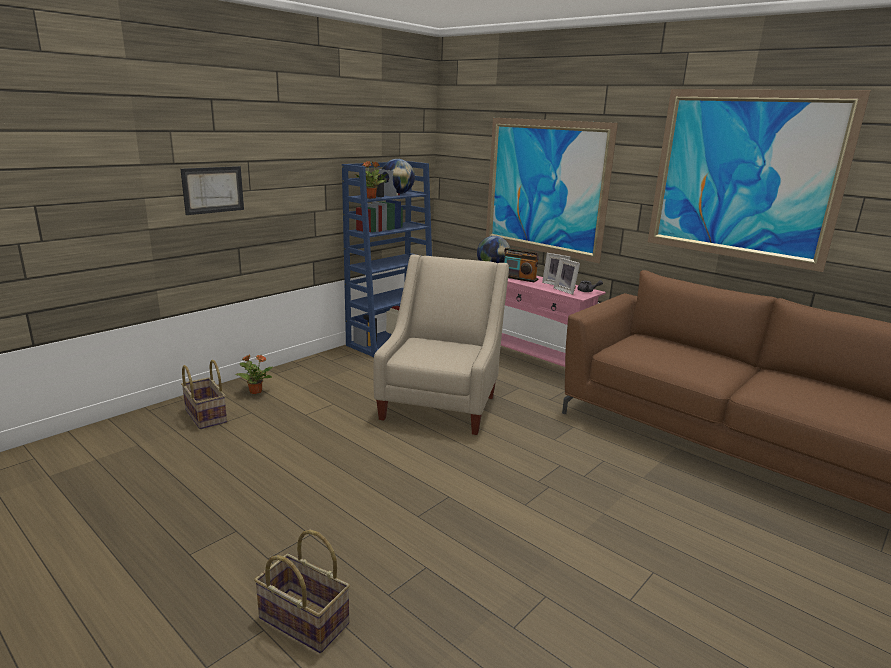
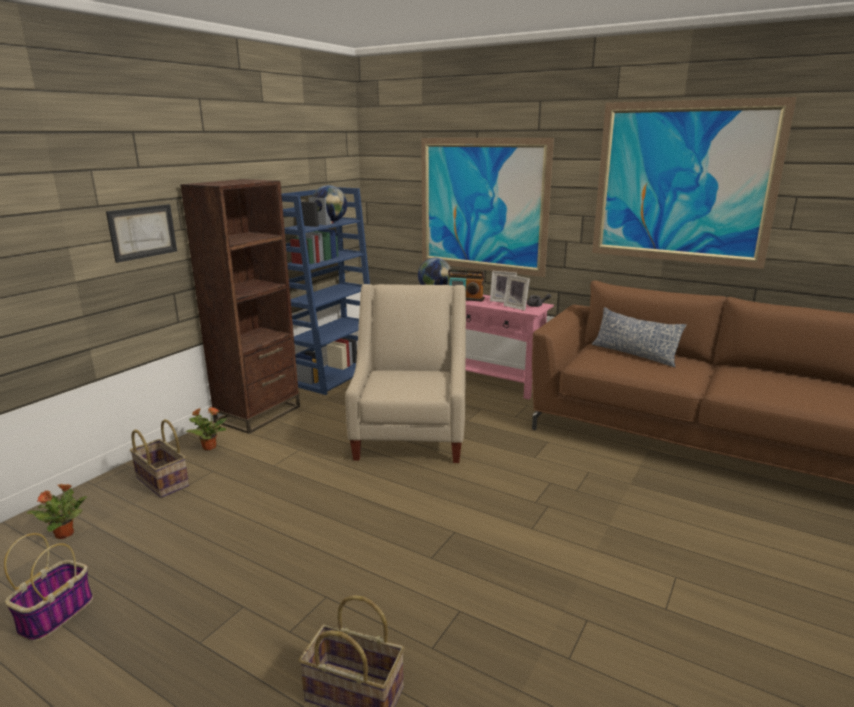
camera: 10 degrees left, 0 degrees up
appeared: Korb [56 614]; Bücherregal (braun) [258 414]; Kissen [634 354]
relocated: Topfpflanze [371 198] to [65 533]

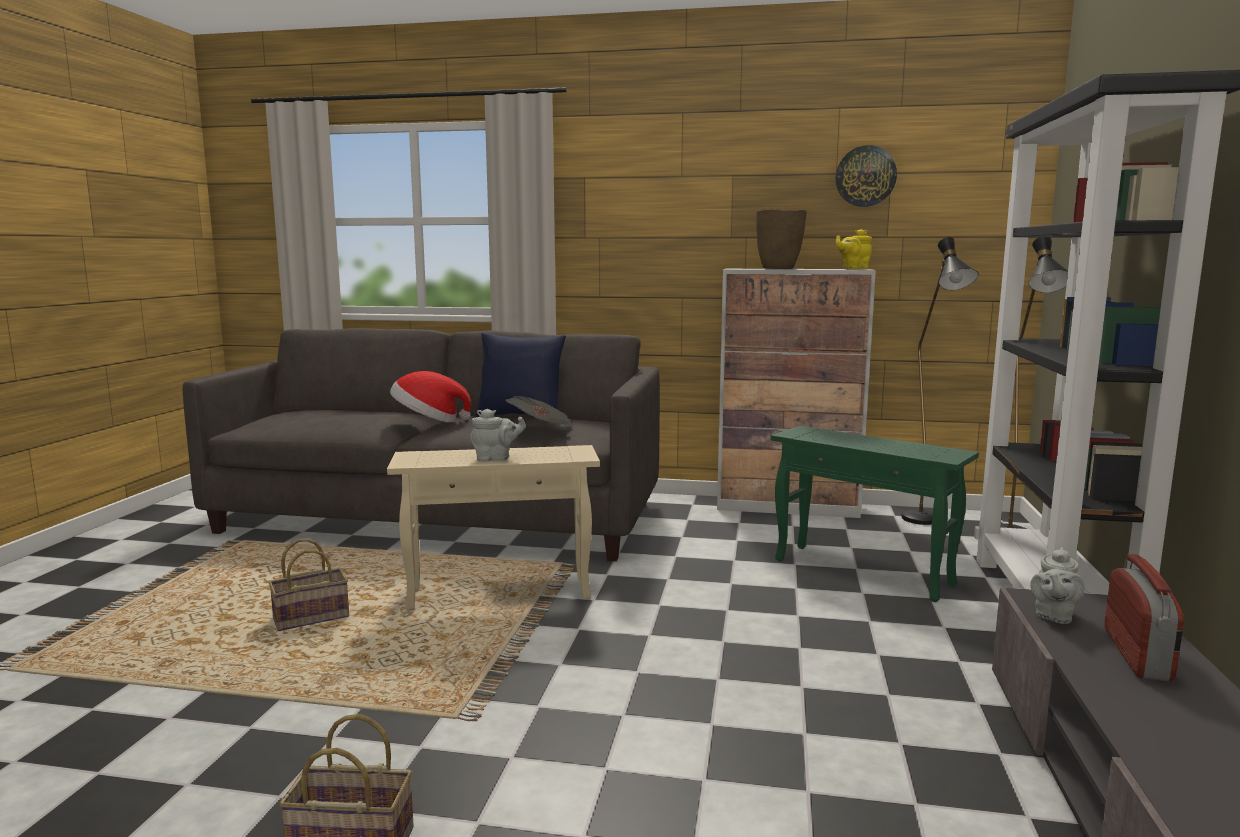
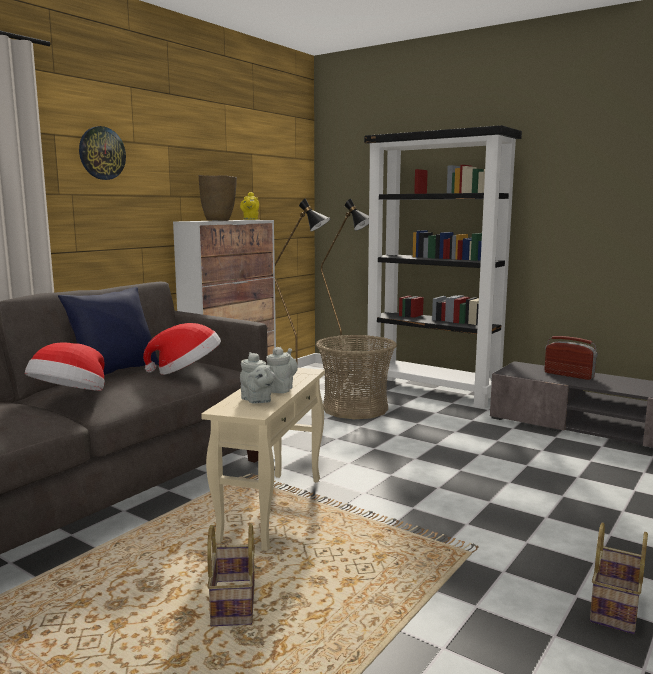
camera: 65 degrees left, 0 degrees up
relocated: Wanduhr [865 176] to [102 153]; Teekanne (grau) [1053 616] to [257 400]
exchanged: Zeitung [542 429] to Hut [186 371]; Beistelltisch (grün) [862 572] to Korb [355 408]

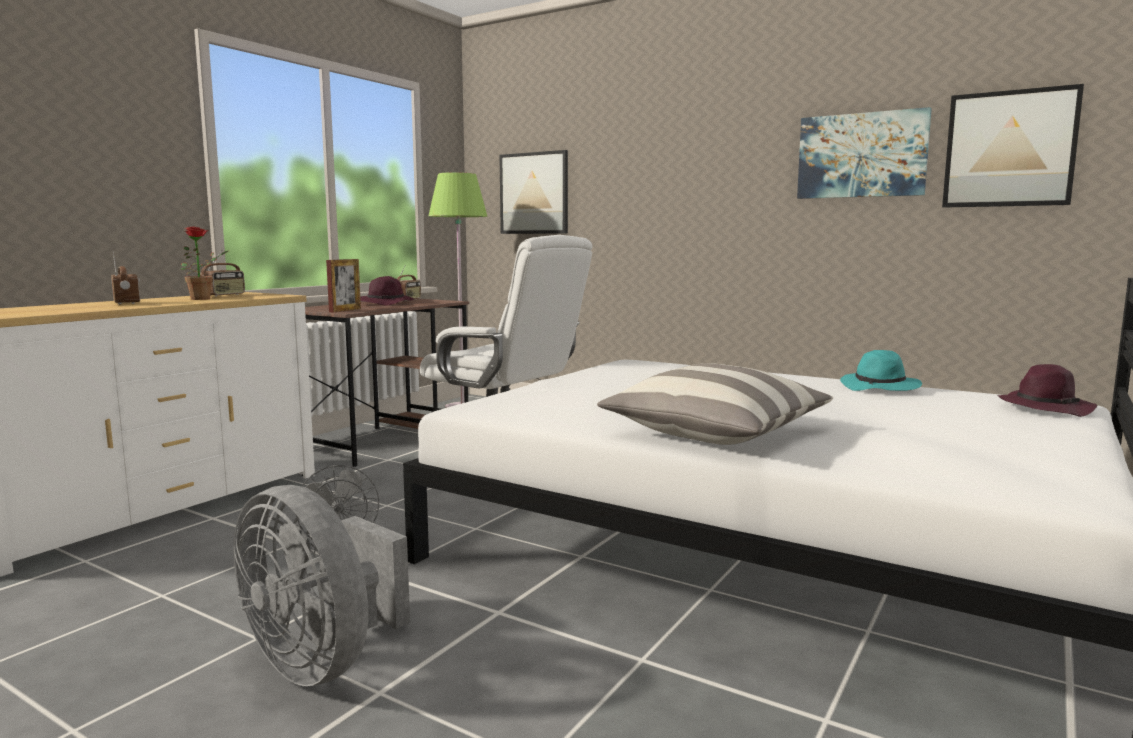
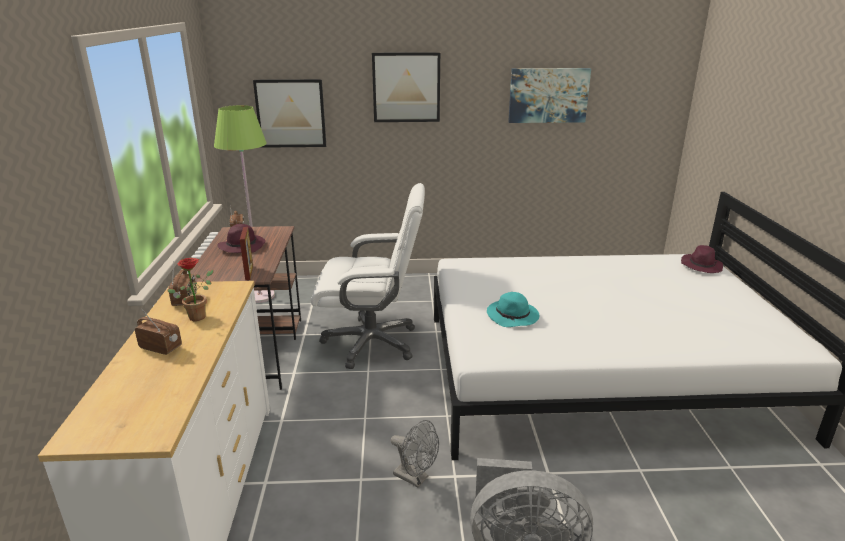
camera: 35 degrees left, 15 degrees up
missing: Kissen [716 433]
relocated: Hut (türkis) [880 388] to [513 317]; Bild [1009 149] to [406 87]

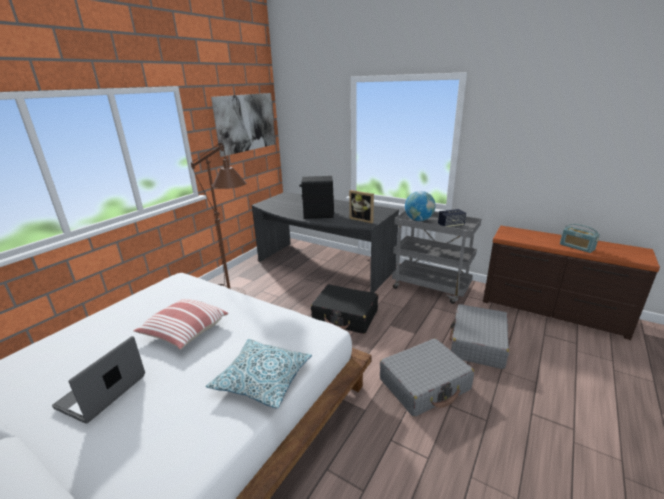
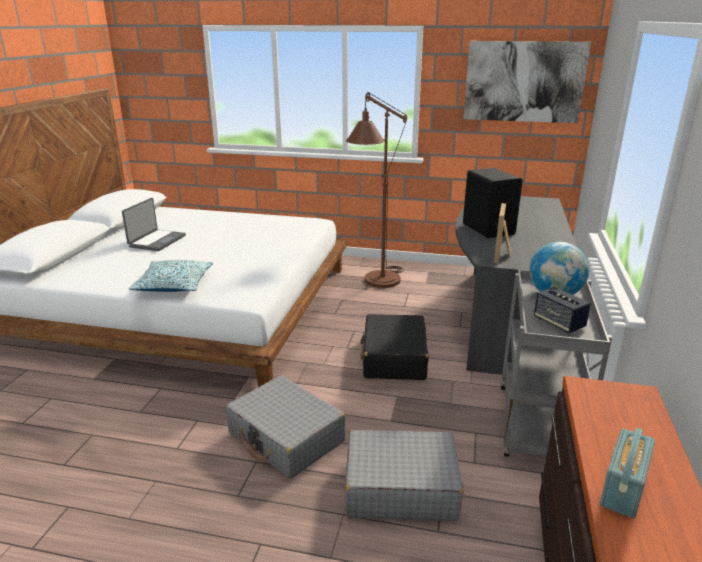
camera: 70 degrees right, 0 degrees up
missing: Kissen [184 332]
spun: Laptop [103 392] = [156 241] 105 degrees clockwise

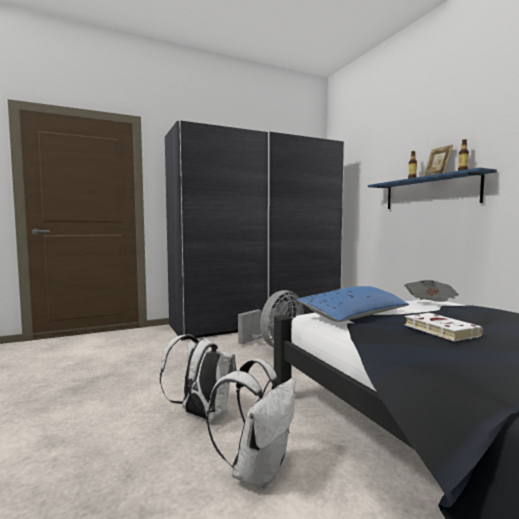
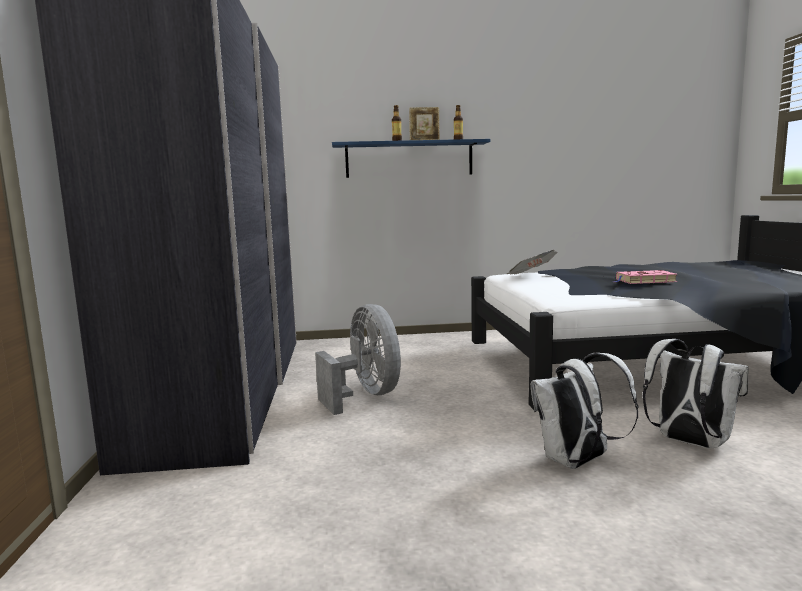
camera: 70 degrees left, 5 degrees up
missing: Kissen (blau) [354 315]
colour: Buch (weiß) [438 330] to Buch (rosa) [644 281]

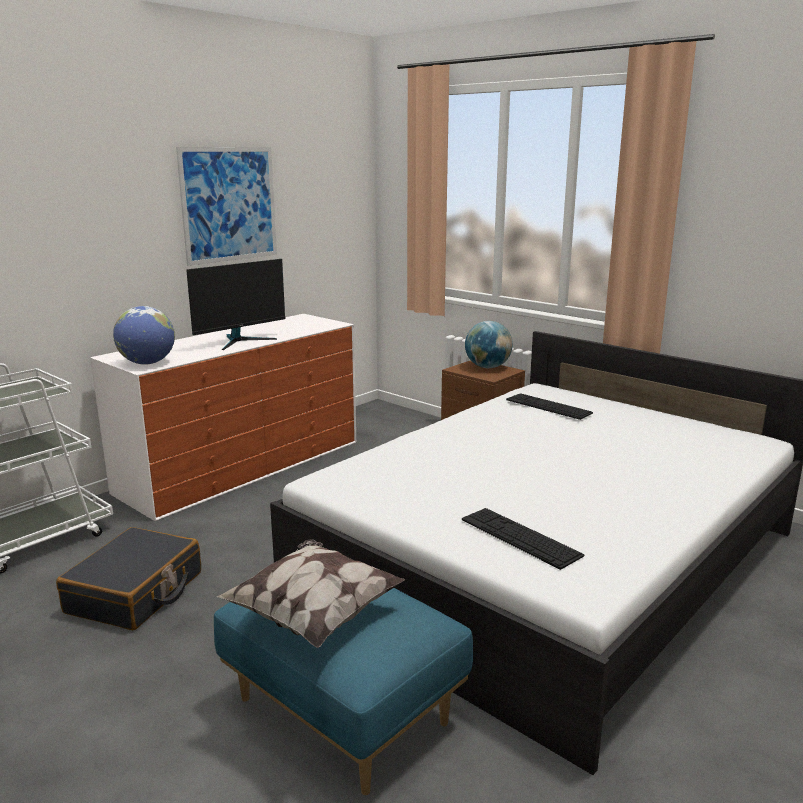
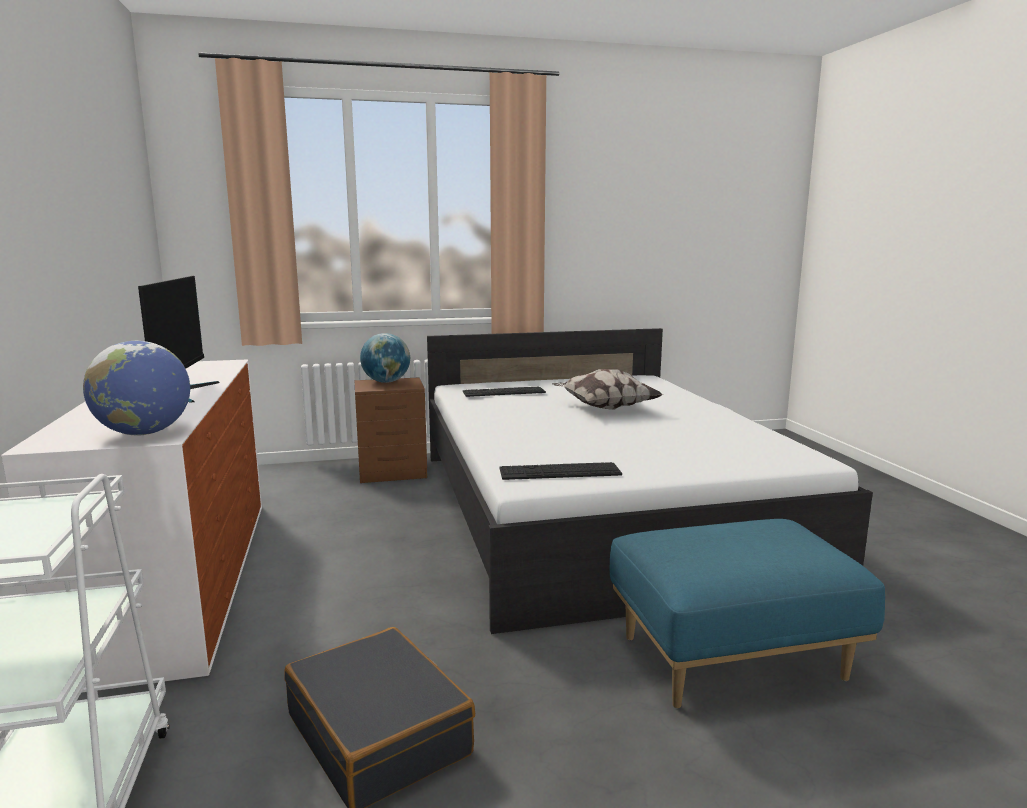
camera: 55 degrees left, 5 degrees down
missing: Bild [229 204]
relocated: Kissen [314 614] to [604 408]; Tastatur [520 537] to [559 471]

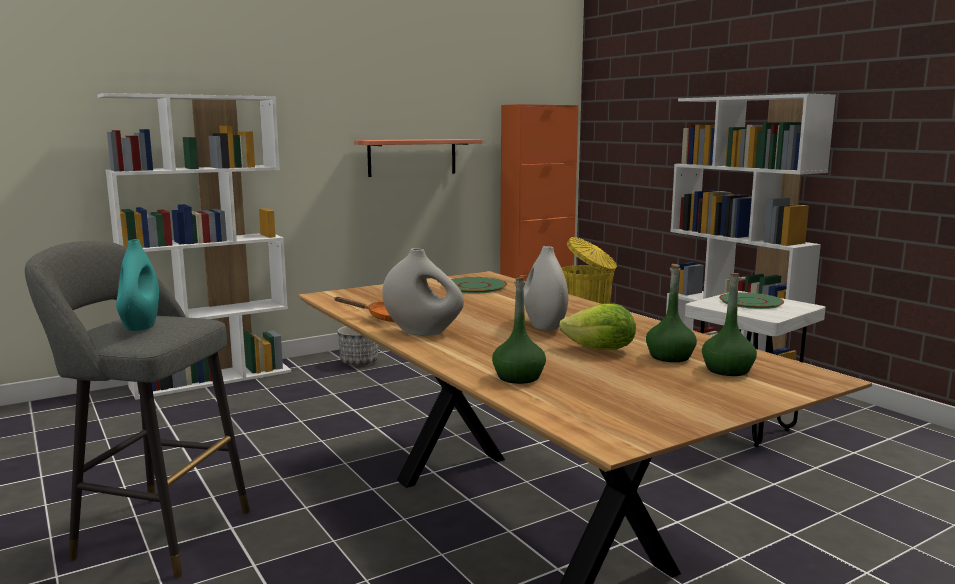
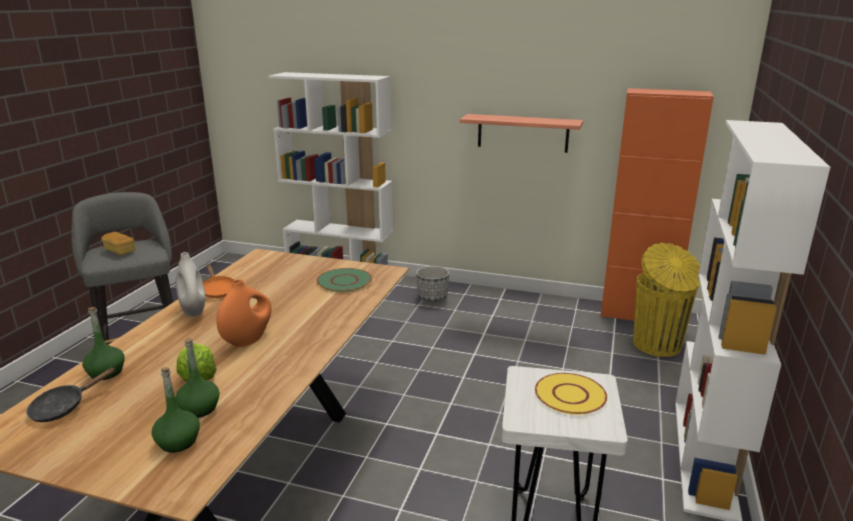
camera: 50 degrees right, 10 degrees up
appeared: Pfanne (schwarz) [63 407]
exchanged: Vase (türkis) [141 326] to Brot [120 250]
colour: Vase (weiß) [544 326] to Vase (orange) [247 340]; Teller (grün) [751 302] to Teller (gelb) [569 395]

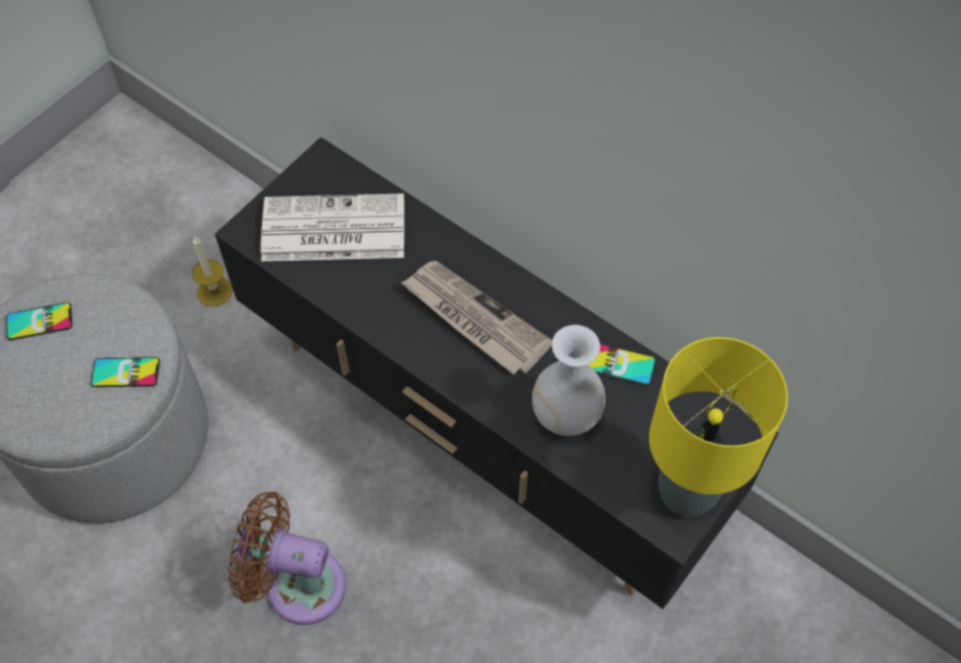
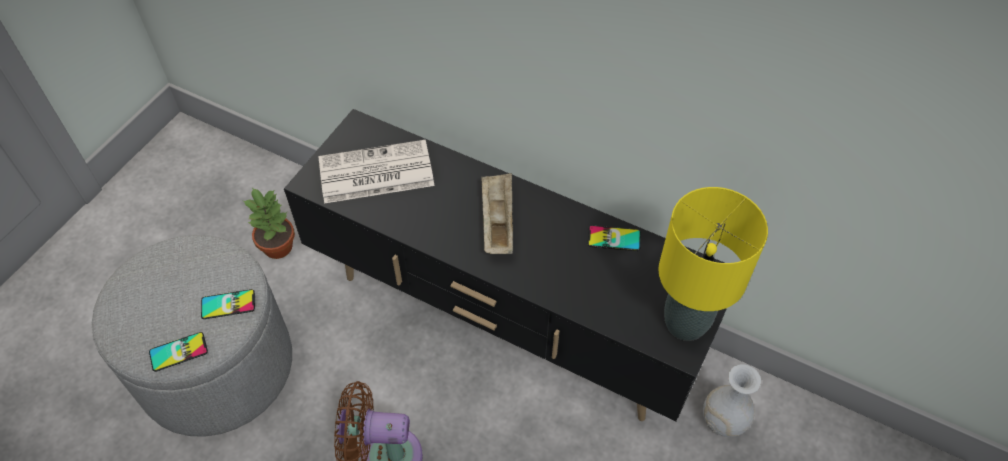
camera: 10 degrees left, 5 degrees down
relocated: Handy [39 321] to [178 352]; Vase (weiß) [566 414] to [723 420]
exchanged: Kerze [214 291] to Topfpflanze [278 246]; Zeitung [474 319] to Tablett (beige) [497 222]

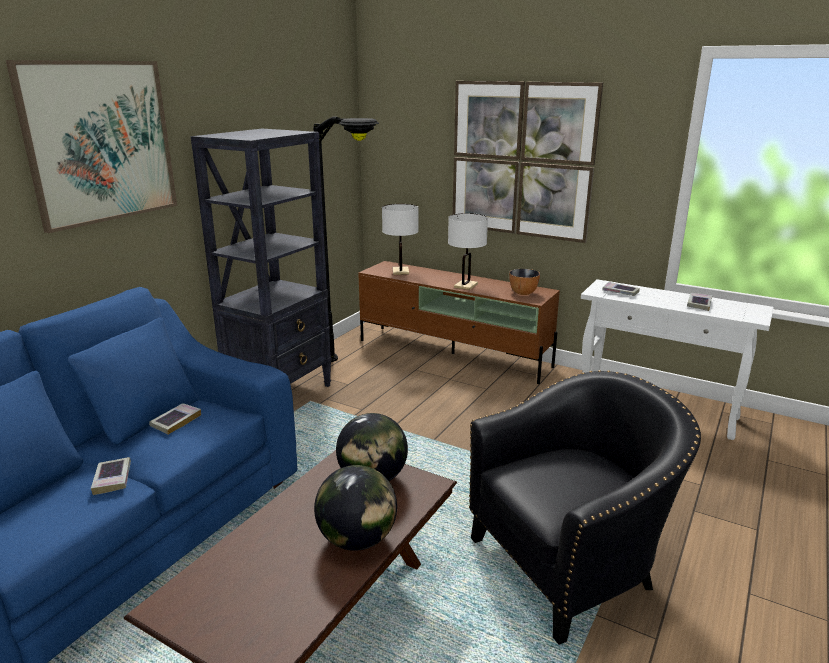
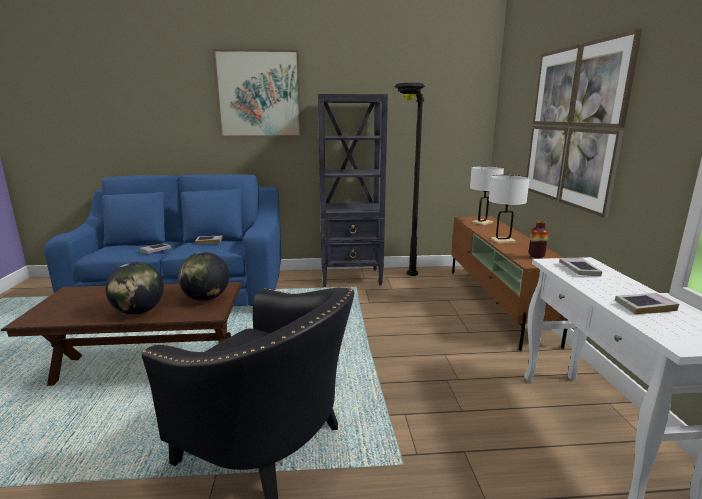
camera: 55 degrees right, 5 degrees down
exchanged: Schüssel [523 293] to Vase [536 258]

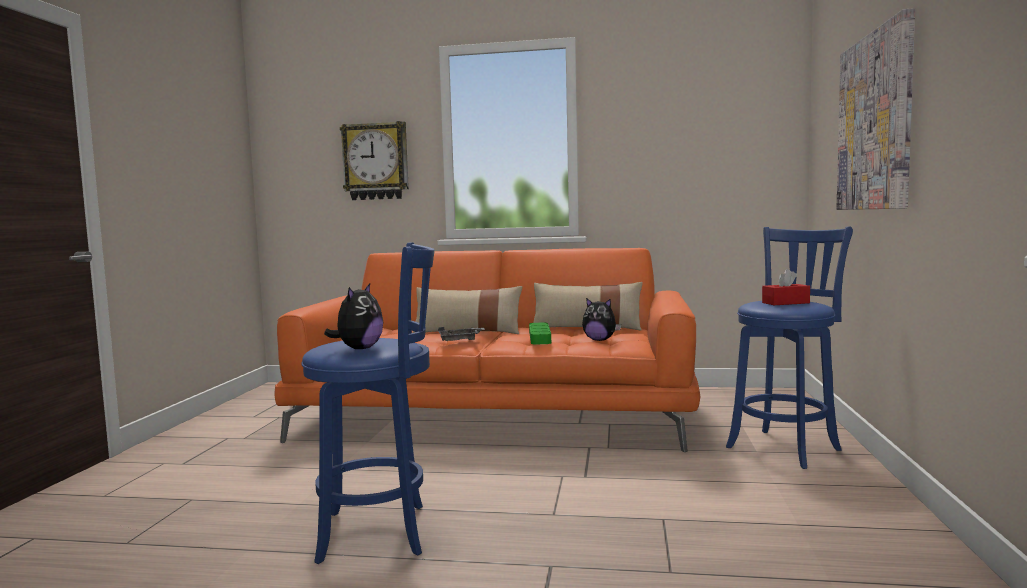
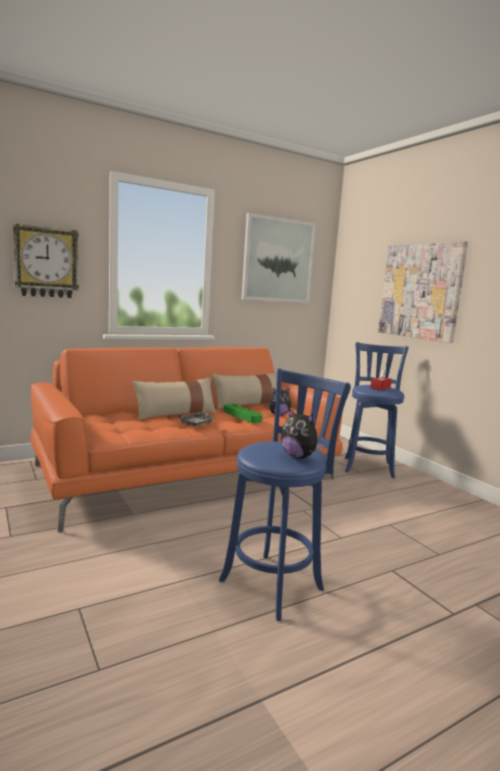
camera: 40 degrees left, 5 degrees up
appeared: Bild [278 260]
spun: Plüschtier [359 349] = [298 457] 150 degrees clockwise

